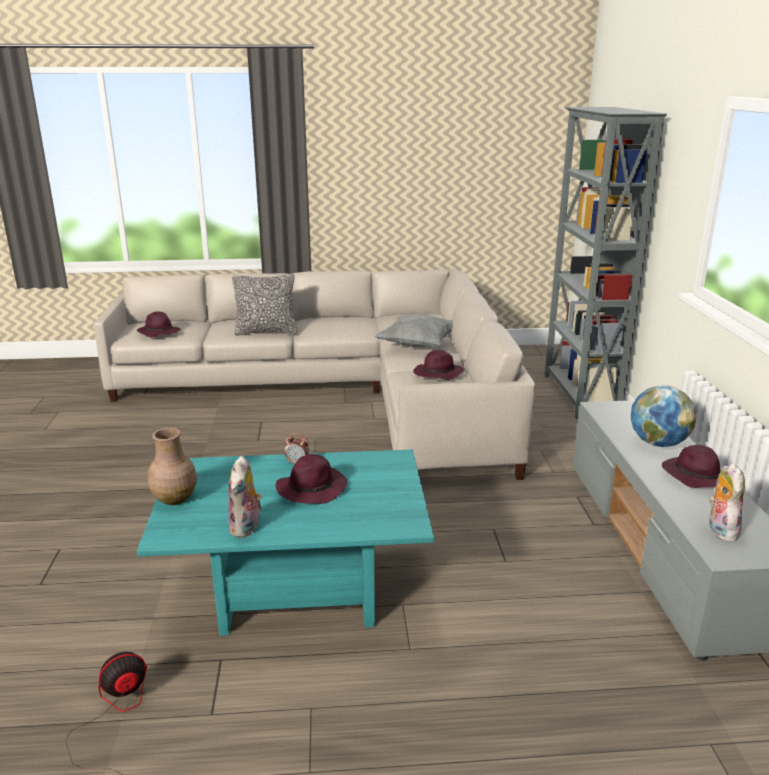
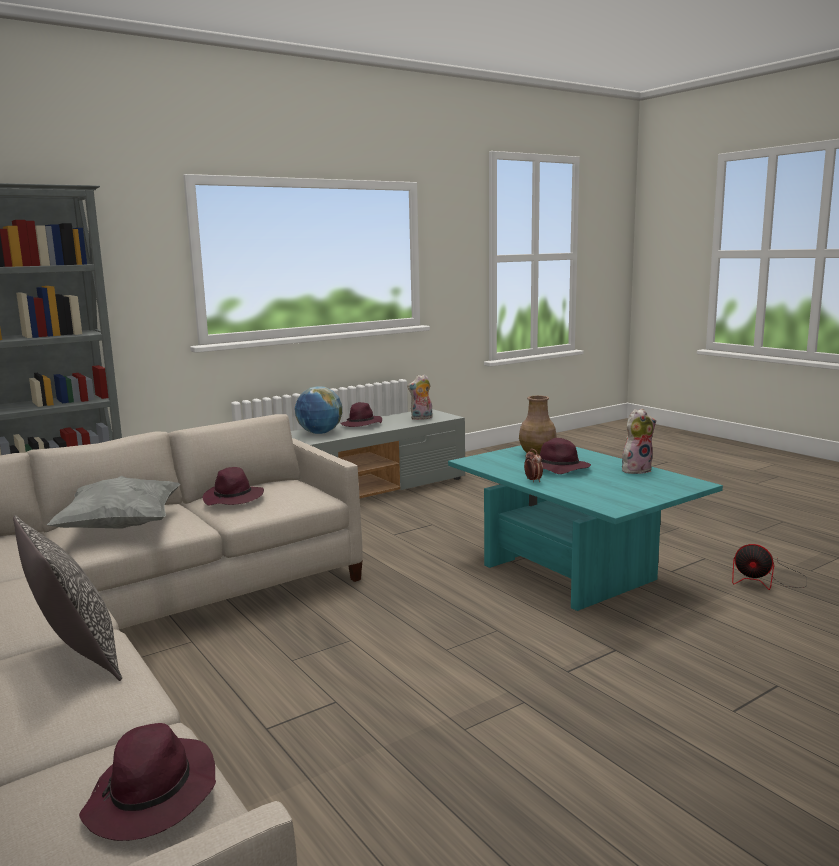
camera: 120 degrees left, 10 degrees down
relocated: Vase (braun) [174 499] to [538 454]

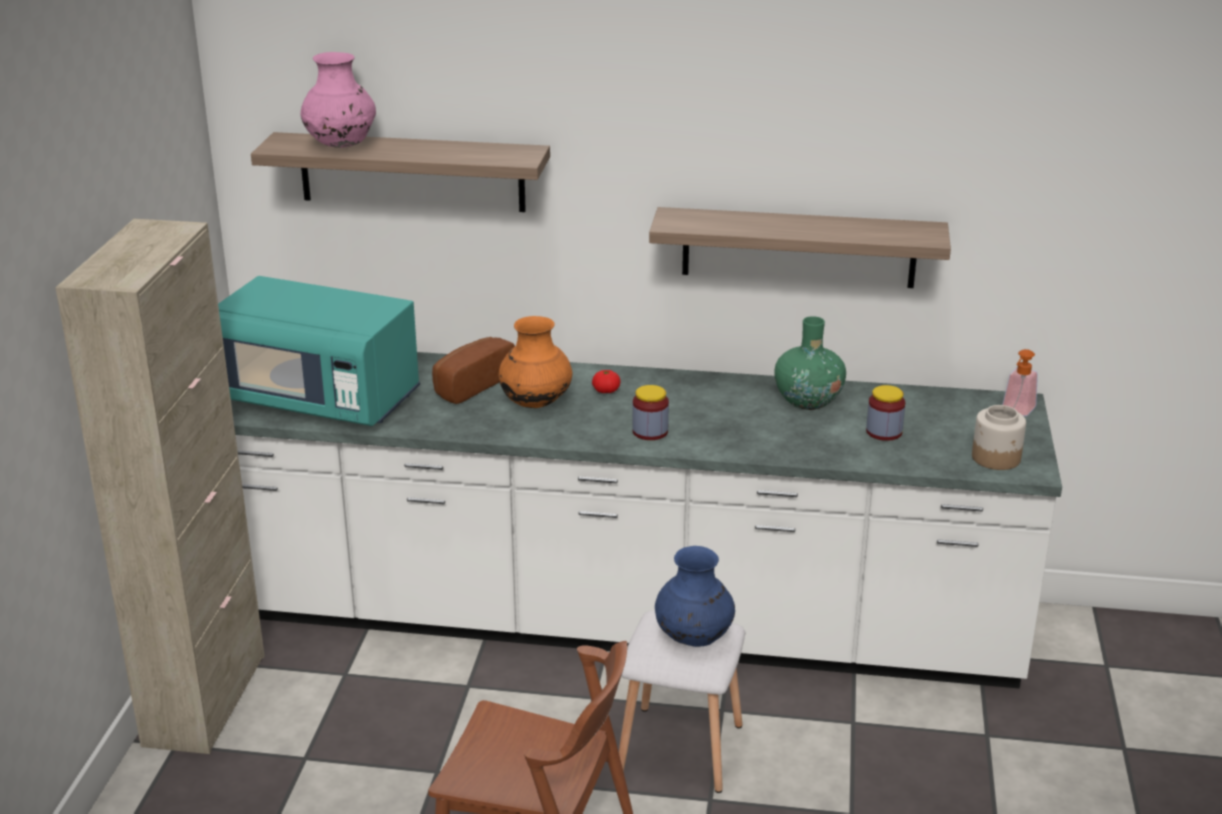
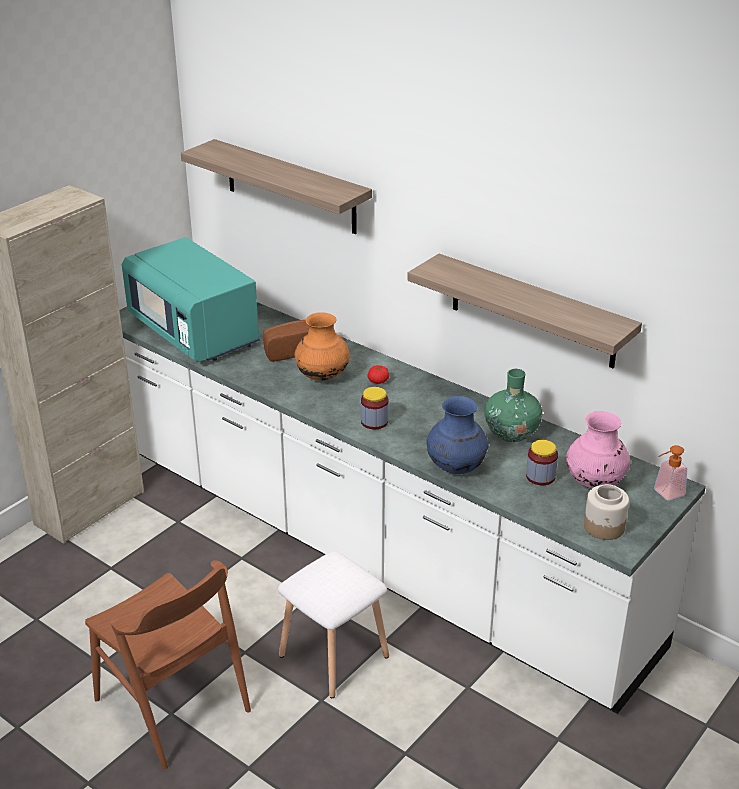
camera: 30 degrees right, 5 degrees up
relocated: Vase (rosa) [341 145] to [595 483]; Vase (blau) [693 638] to [455 467]

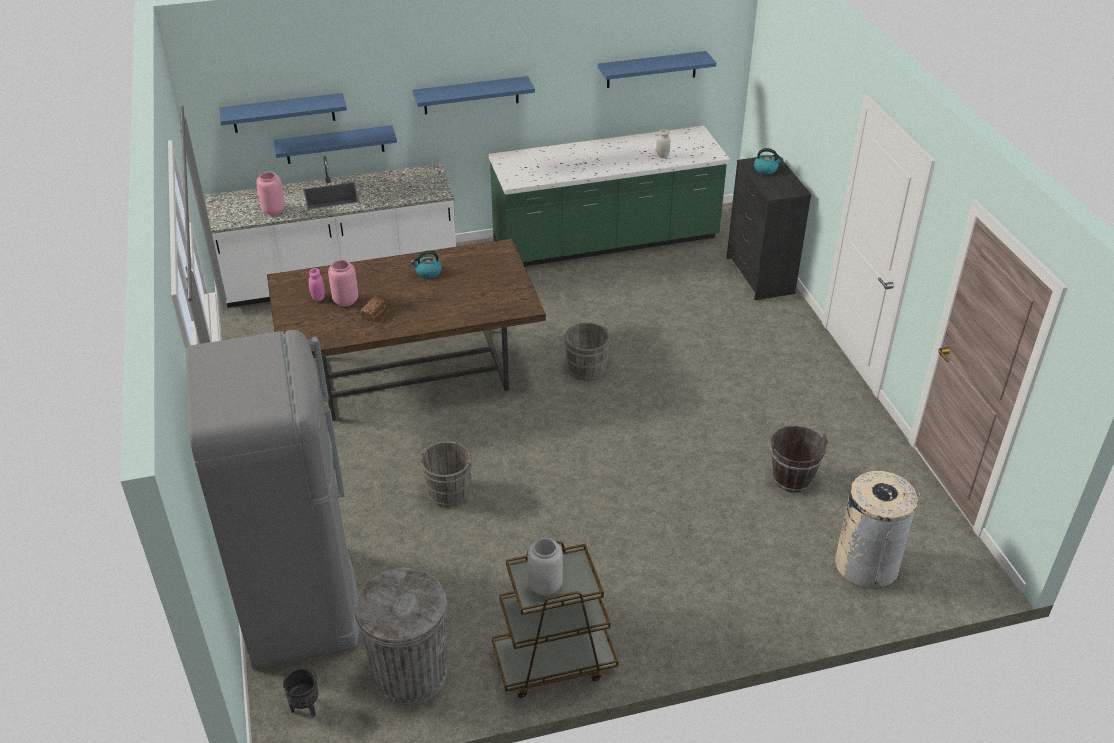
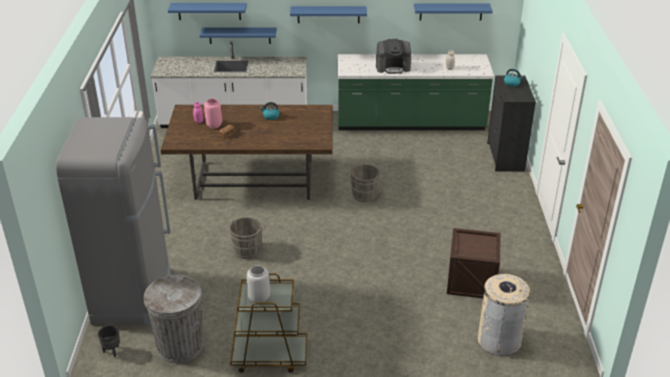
camera: 15 degrees right, 5 degrees down
missing: Vase (rosa) [273 210]
appeared: Kaffeemaschine [393 67]
exchanged: Eimer (braun) [792 479] to Kiste [471 281]

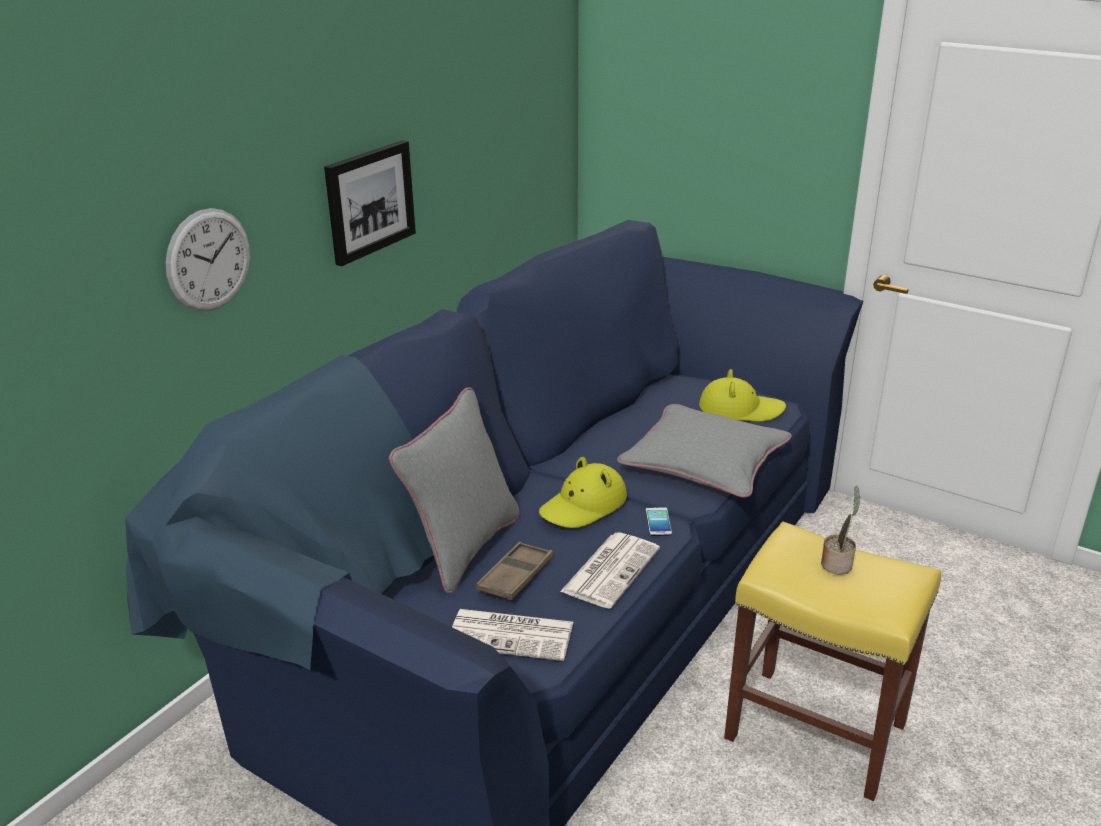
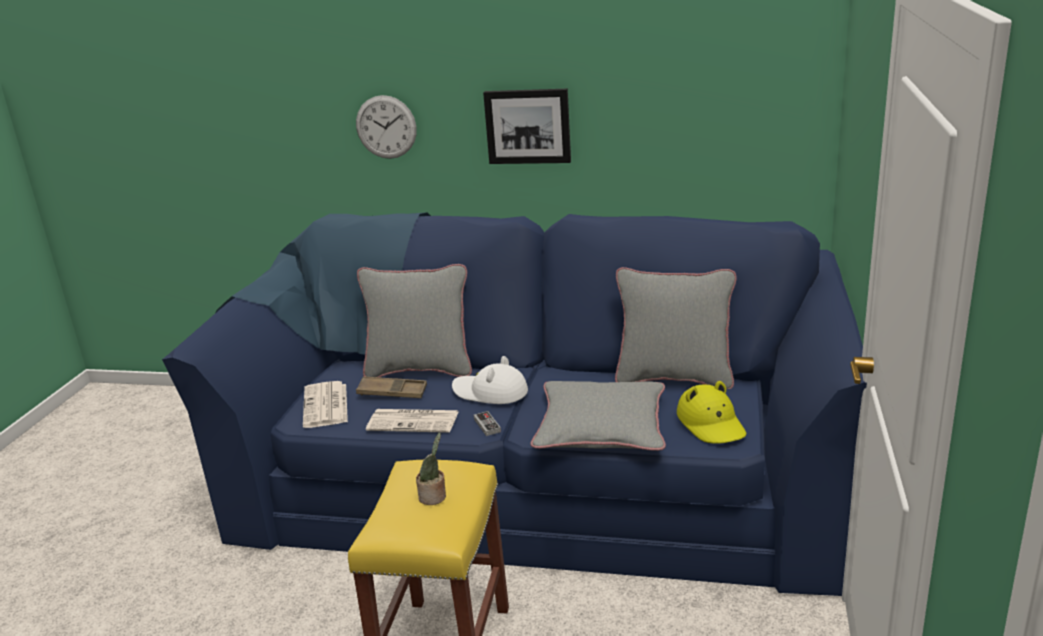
camera: 70 degrees right, 5 degrees down
appeared: Kissen (grau) [674 378]
exchanged: Handy [658 522] to Gamepad [487 425]
colour: Hut (gelb) [584 506] to Hut (weiß) [490 392]

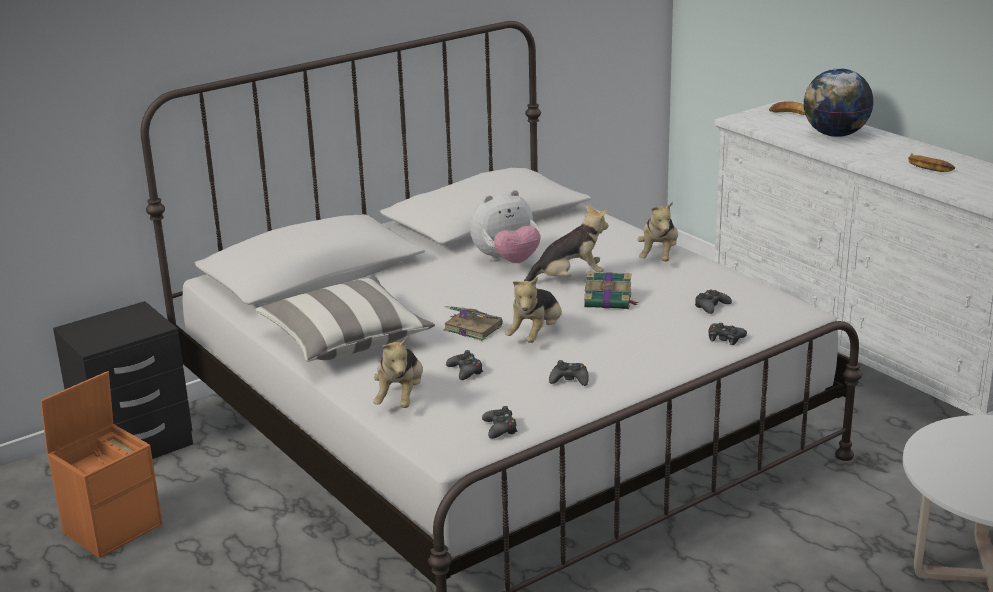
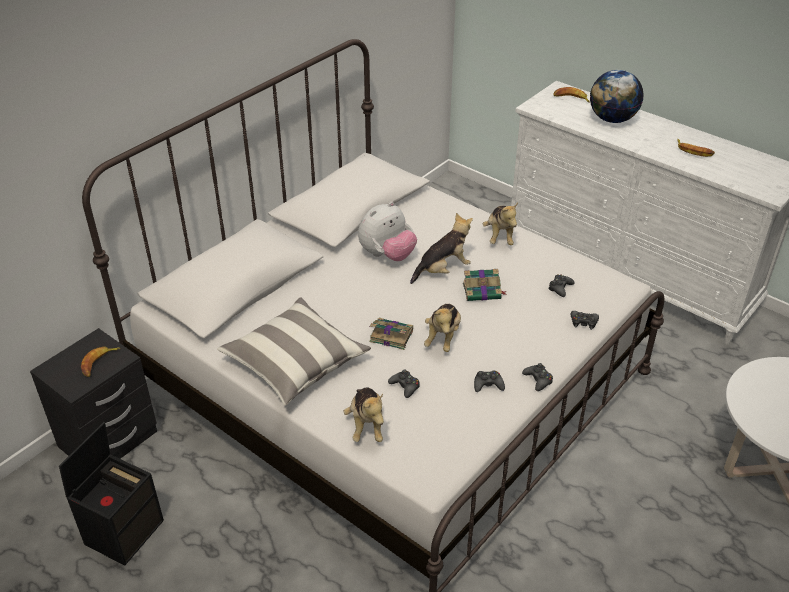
camera: 15 degrees left, 15 degrees up
appeared: Banane [99 363]
relocated: Gamepad (schwarz) [500 428] to [538 380]
colour: Aufbewahrungsbox (orange) [113 527] to Aufbewahrungsbox (schwarz) [124 530]

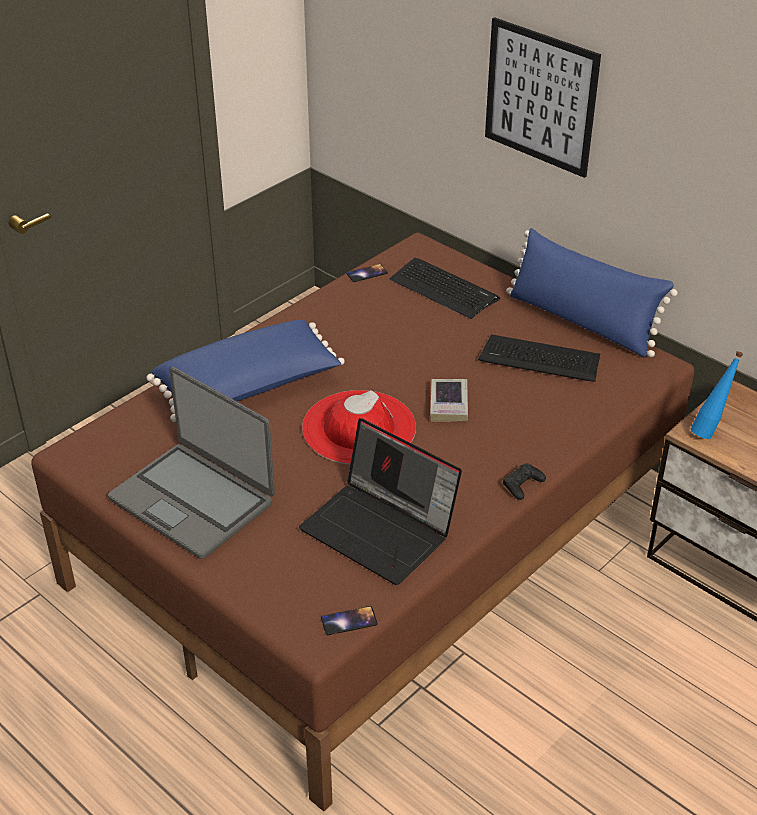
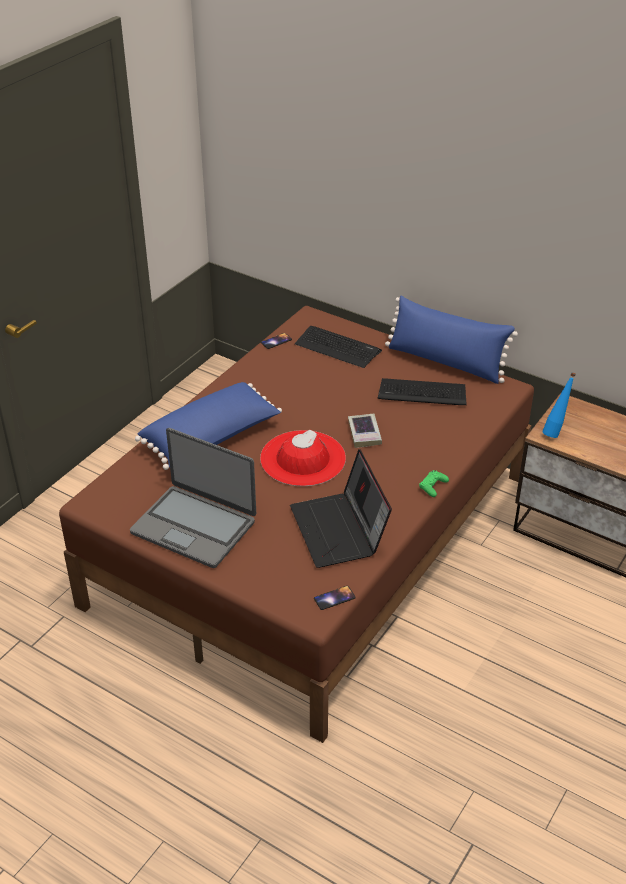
camera: 10 degrees left, 0 degrees up
missing: Bild [540 97]
colour: Gamepad (schwarz) [522 485] to Gamepad (grün) [433 486]
spun: Laptop [381 530] = [340 530] 45 degrees clockwise

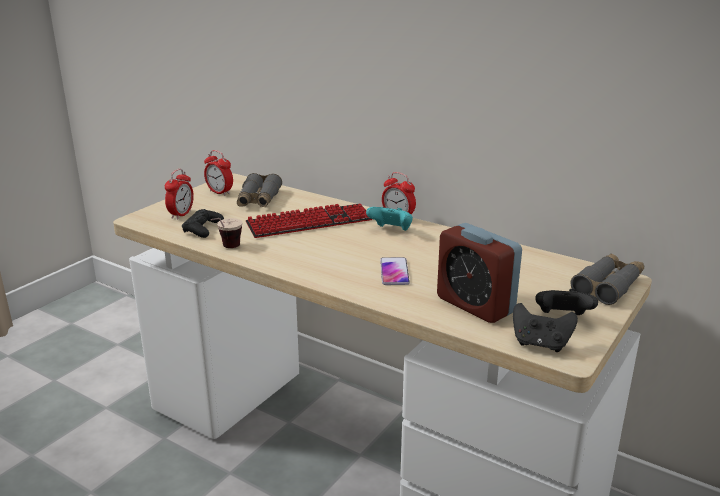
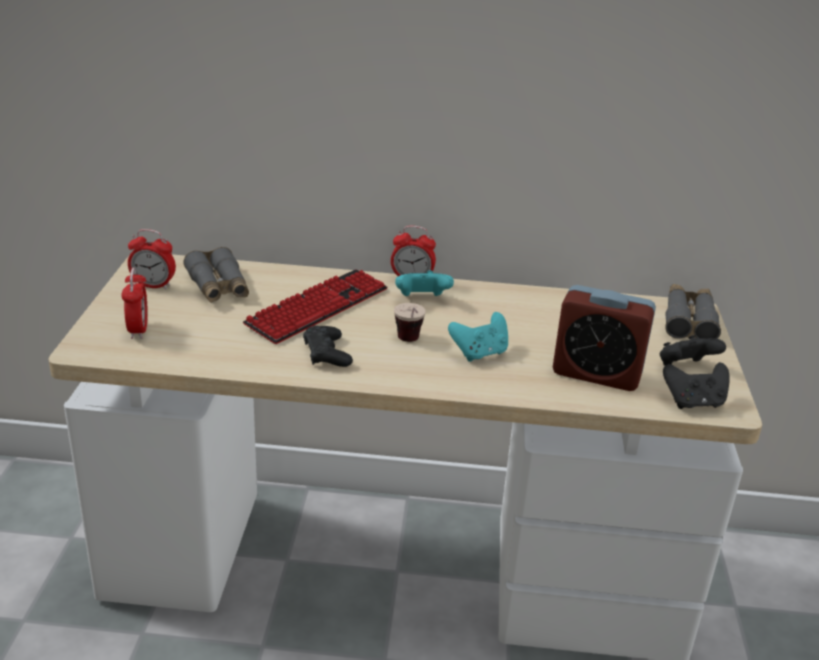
camera: 30 degrees left, 5 degrees up
relocated: Gamepad (schwarz) [203 229] to [327 353]; Tasse [226 249] to [410 344]
exchanged: Handy [394 272] to Gamepad (türkis) [480 353]

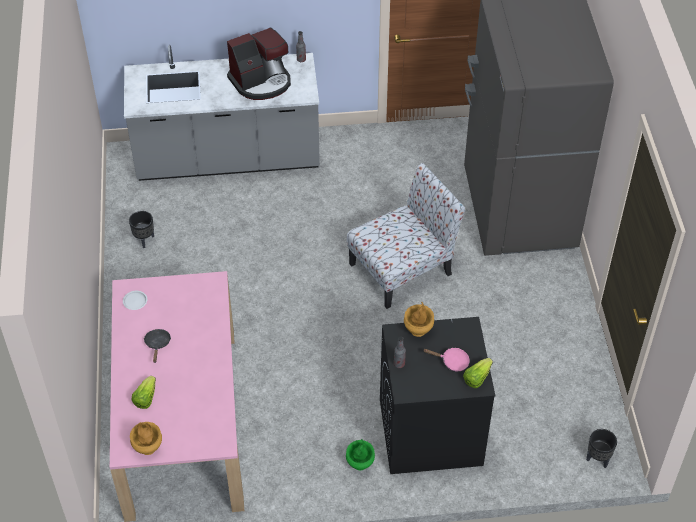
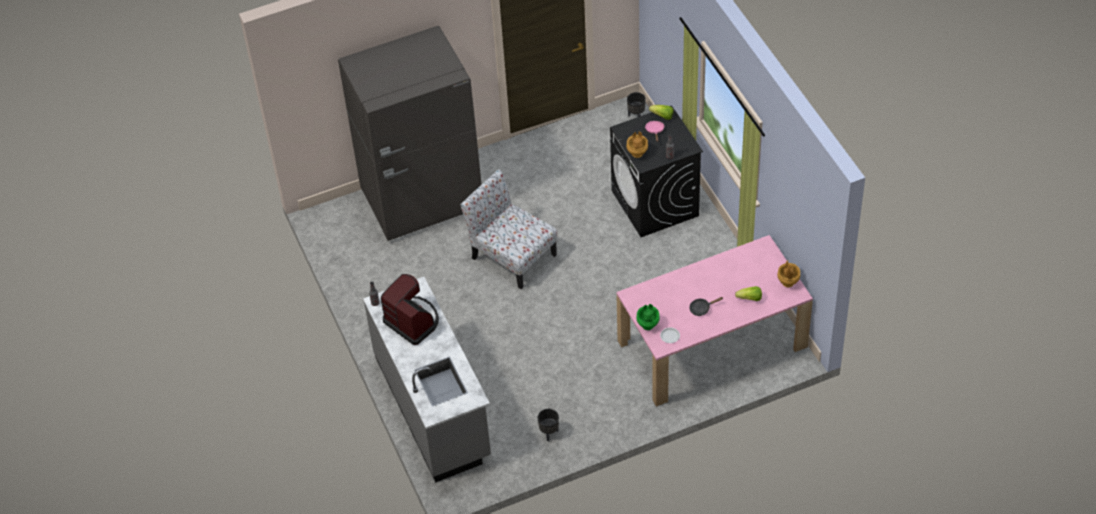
camera: 105 degrees left, 0 degrees up
relocated: Vase (grün) [360 464] to [648 325]

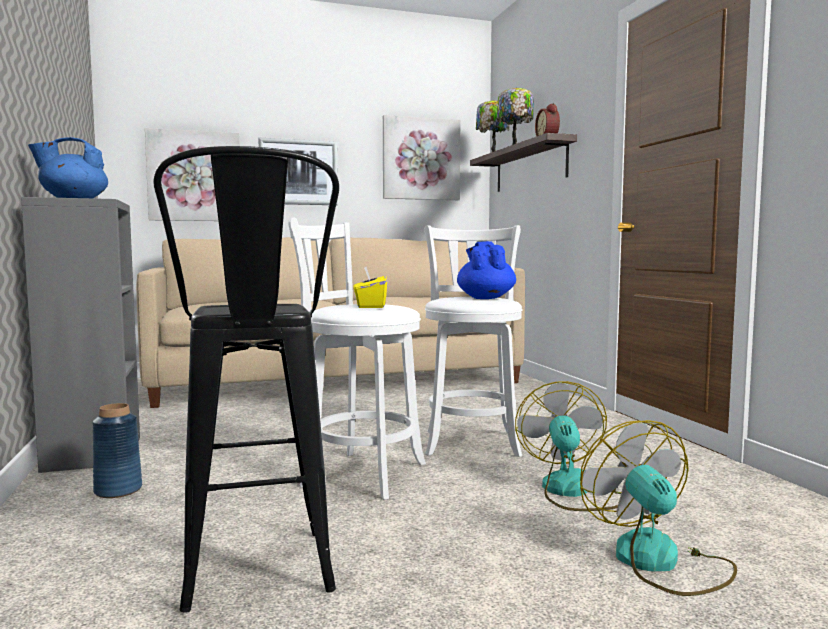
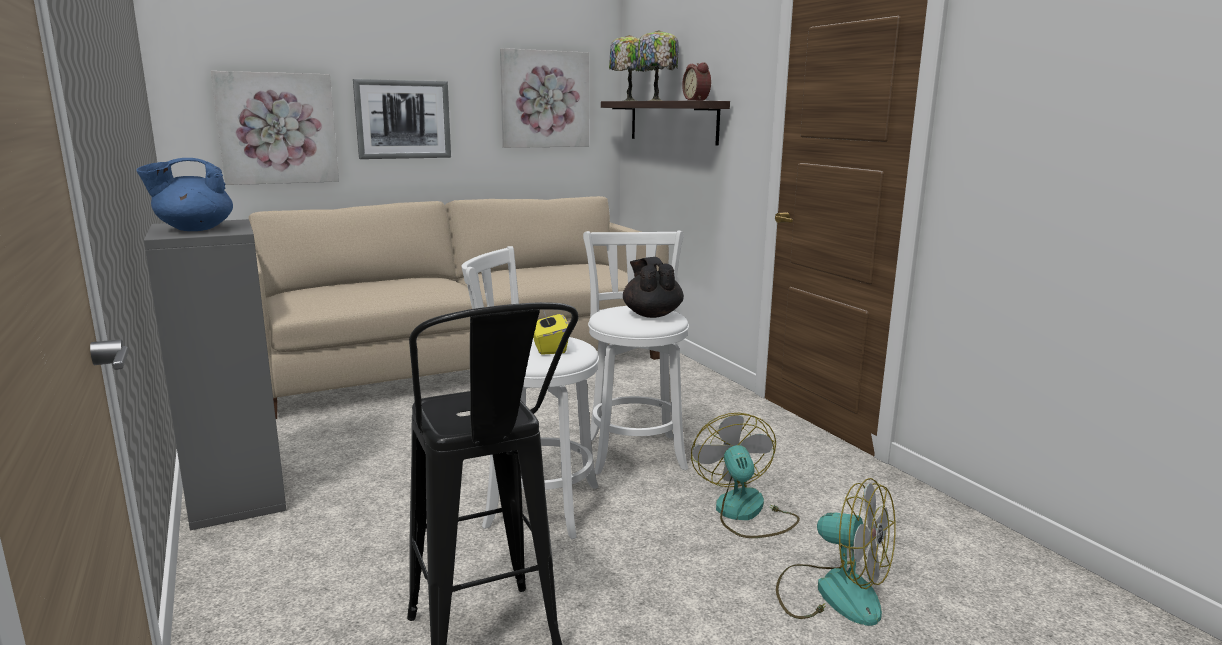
camera: 10 degrees left, 10 degrees up
missing: Vase (blau) [118 490]
colour: Teekanne (blau) [485 298] to Teekanne (schwarz) [651 314]
spun: Ventilator [659 562] = [832 592] 150 degrees clockwise

